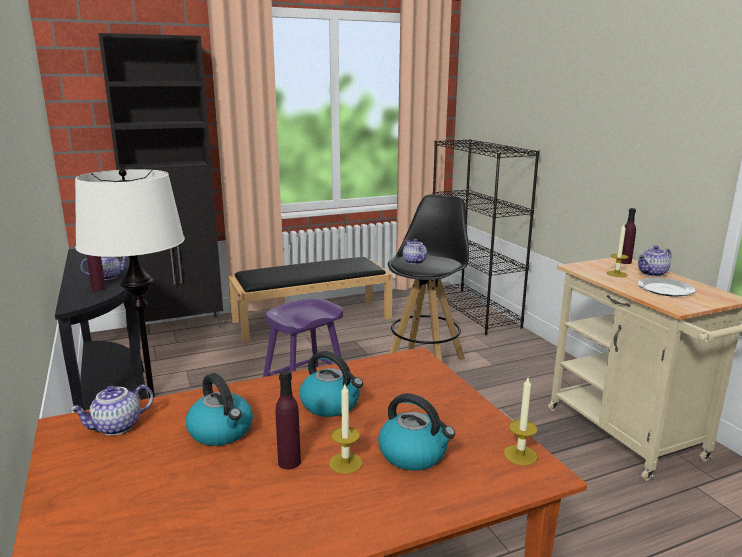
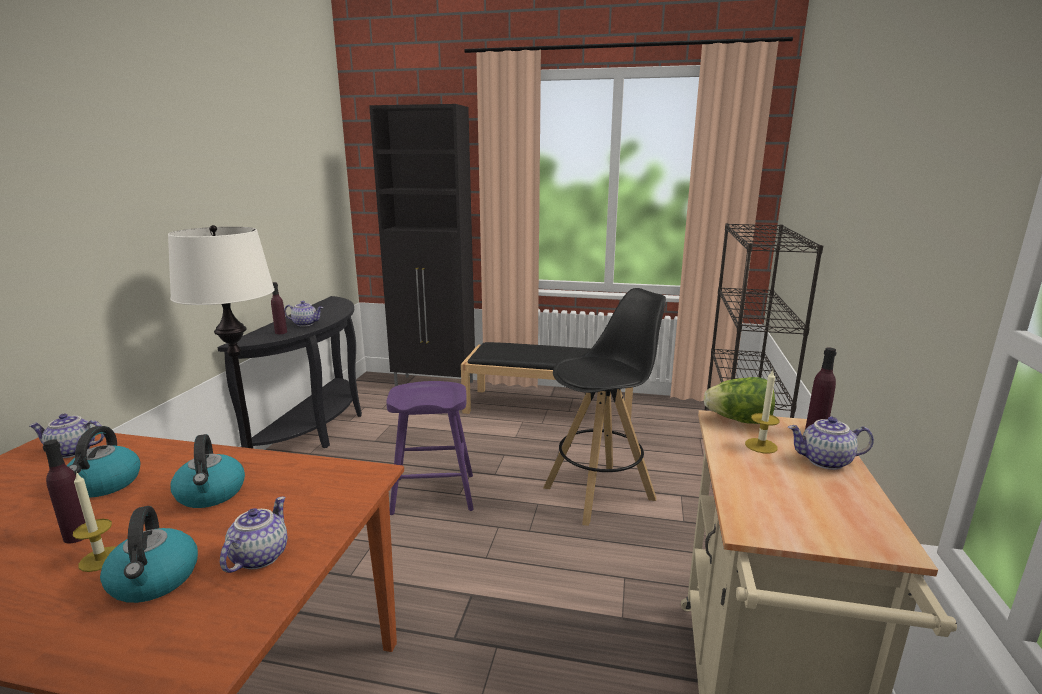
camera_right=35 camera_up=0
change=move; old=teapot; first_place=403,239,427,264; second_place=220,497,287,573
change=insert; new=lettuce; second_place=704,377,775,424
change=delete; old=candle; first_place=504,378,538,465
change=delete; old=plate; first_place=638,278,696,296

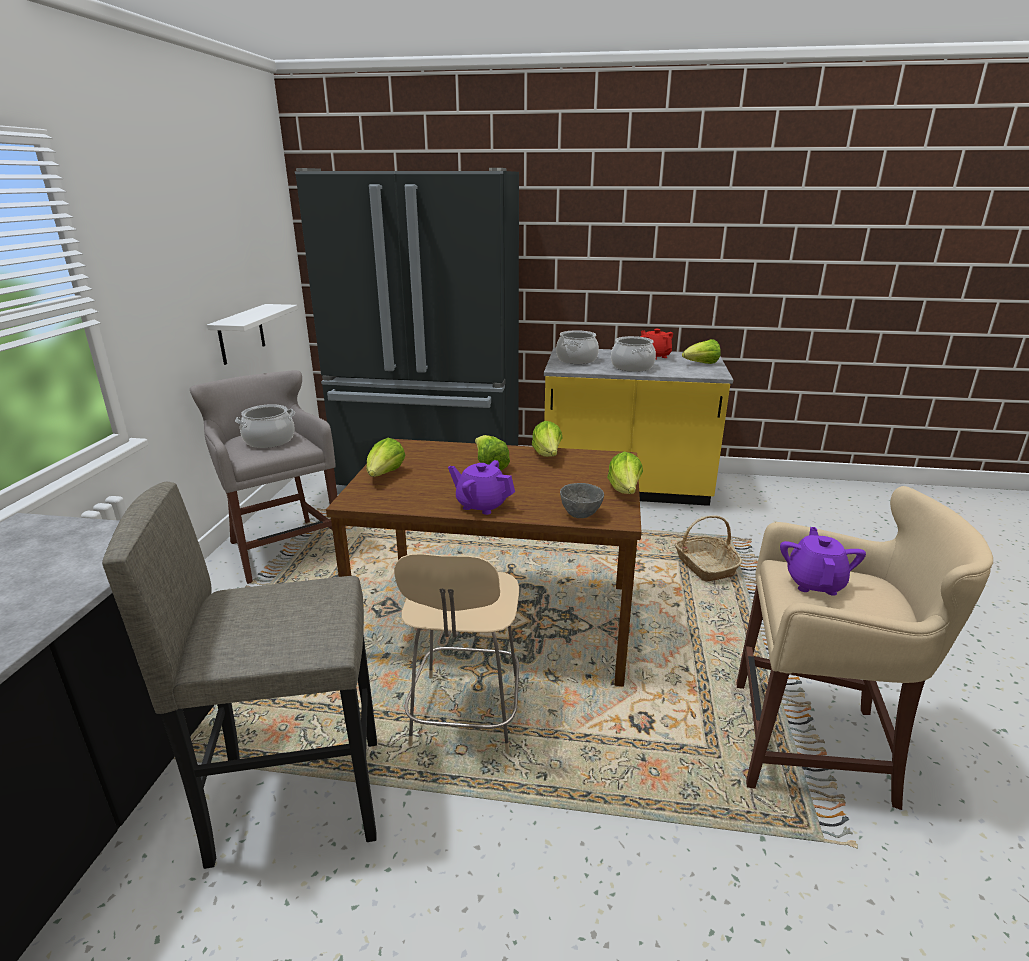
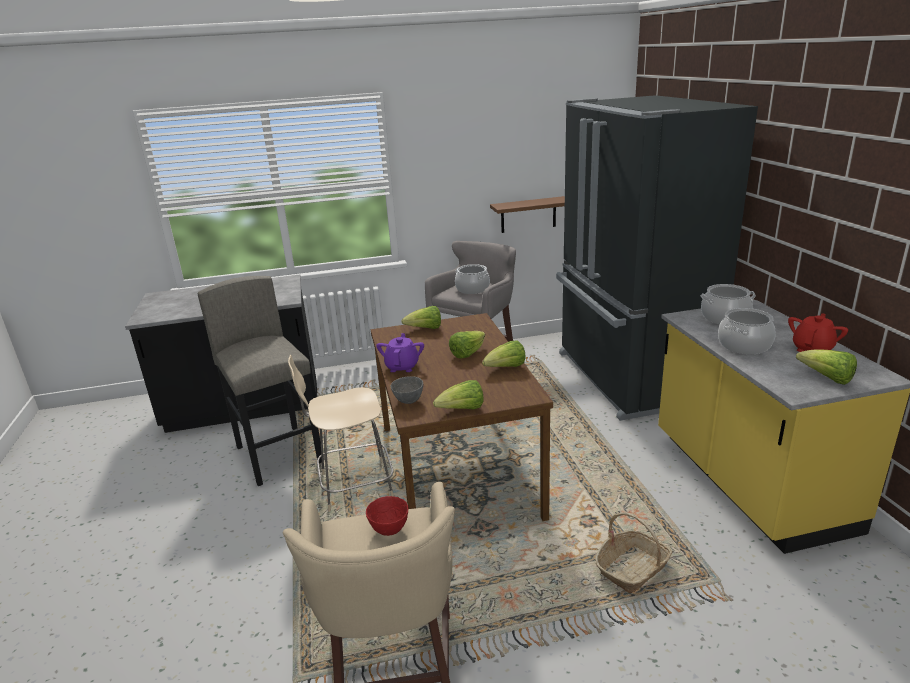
camera_right=70 camera_up=0
change=replace; old=teapot (purple); new=bowl (red); first_place=780,527,866,596; second_place=366,496,408,536
change=recolor; old=shelf (white); new=shelf (brown); first_place=207,304,298,365; second_place=490,196,565,233

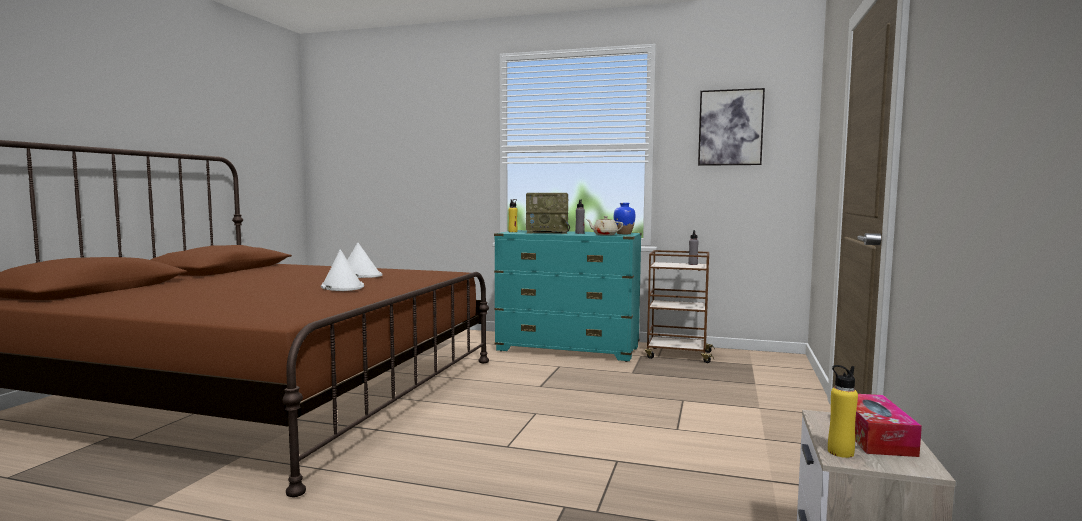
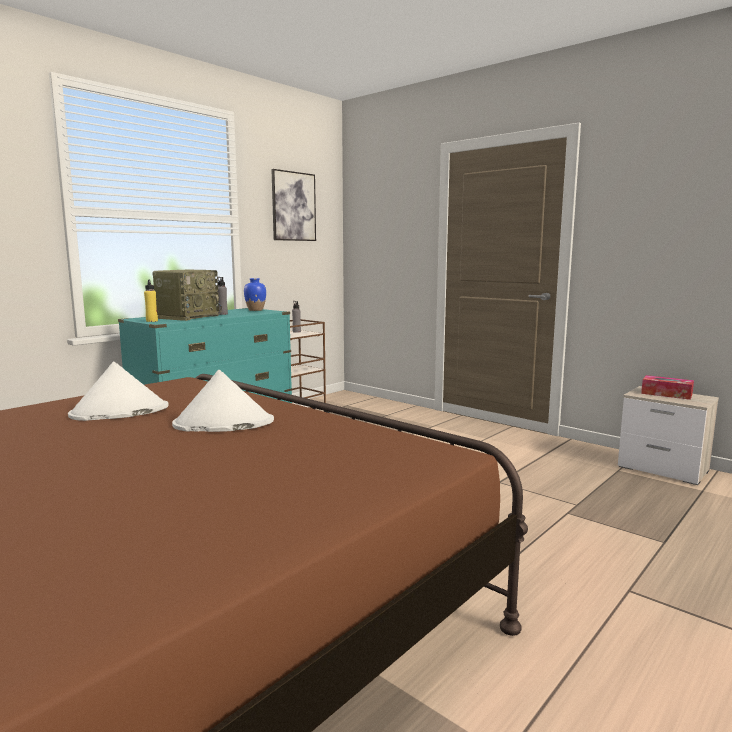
camera_right=-65 camera_up=5
change=delete; old=teapot (beige); first_place=586,216,623,235
change=delete; old=bottle (yellow); first_place=828,365,858,458

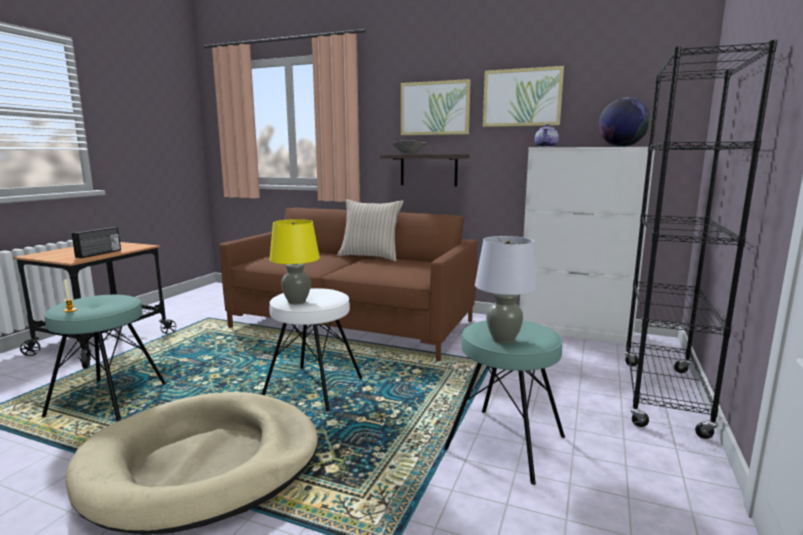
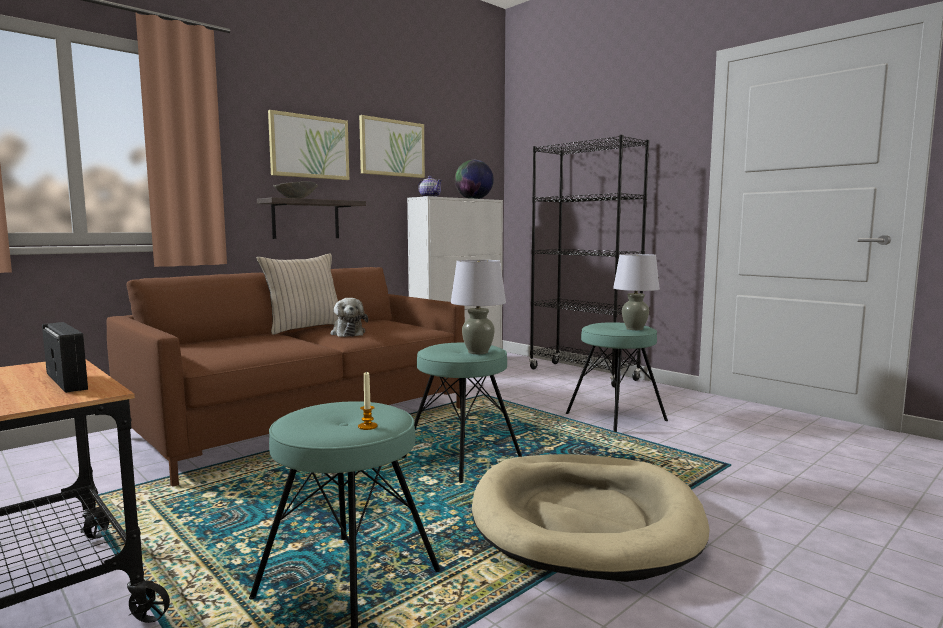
camera_right=-65 camera_up=-5
change=insert; new=plush toy; second_place=330,298,368,337
change=recolor; old=stool (white); new=stool (turquoise); first_place=262,288,362,412; second_place=402,343,522,483
change=recolor; old=table lamp (yellow); new=table lamp (grey); first_place=269,219,320,304; second_place=451,260,506,354

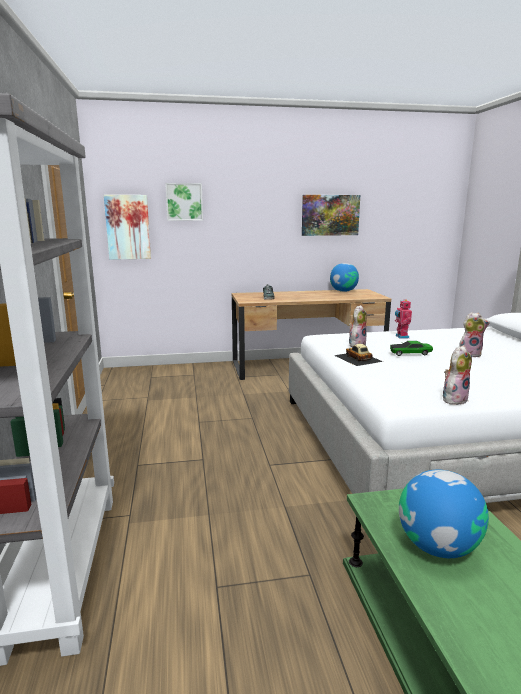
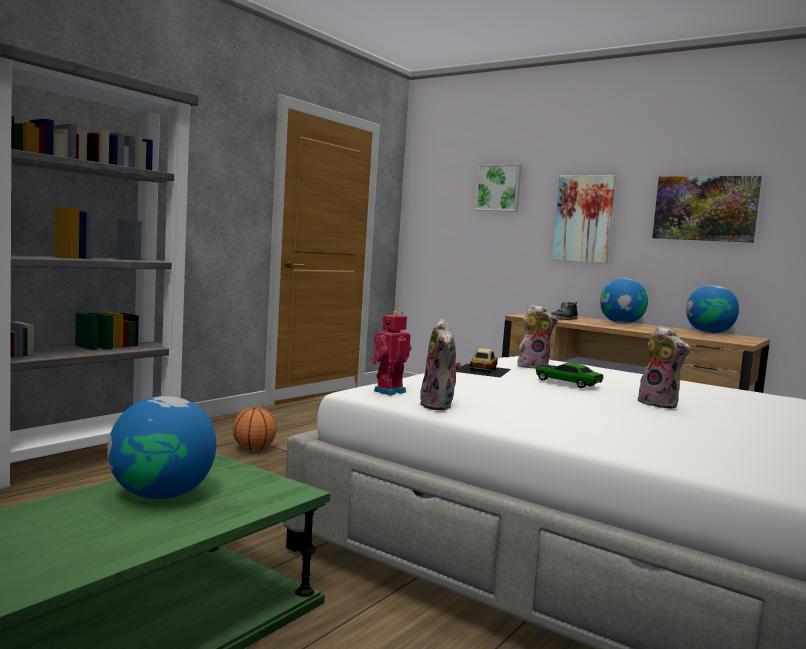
camera_right=45 camera_up=-10
change=insert; new=basketball; second_place=233,407,277,451
change=move; old=toy robot; first_place=395,299,412,339; second_place=370,311,411,395
change=rotate; old=plush toy; first_place=443,345,472,405; second_place=420,319,462,411; degrees=75
change=move; old=picture; first_place=104,195,151,260; second_place=552,175,616,264
change=insert; new=globe; second_place=600,279,648,323

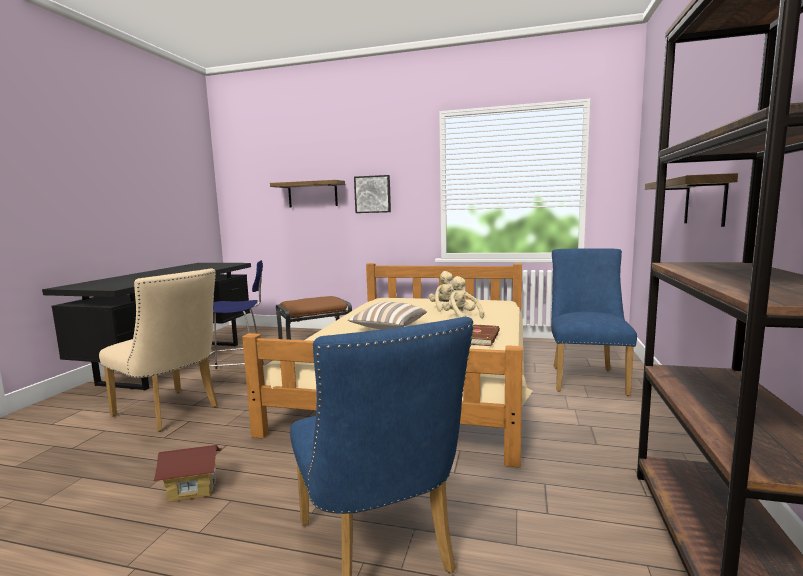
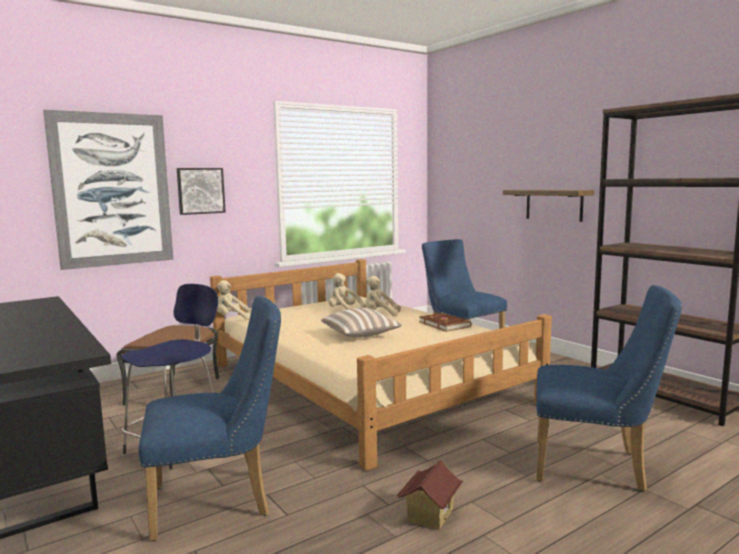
camera_right=-50 camera_up=0
change=replace; old=shelf; new=picture; first_place=270,180,345,207; second_place=43,110,173,270
change=recolor; old=chair (beige); new=chair (blue); first_place=99,268,218,432; second_place=138,296,281,541
change=insert; new=plush toy (beige); second_place=216,280,252,320

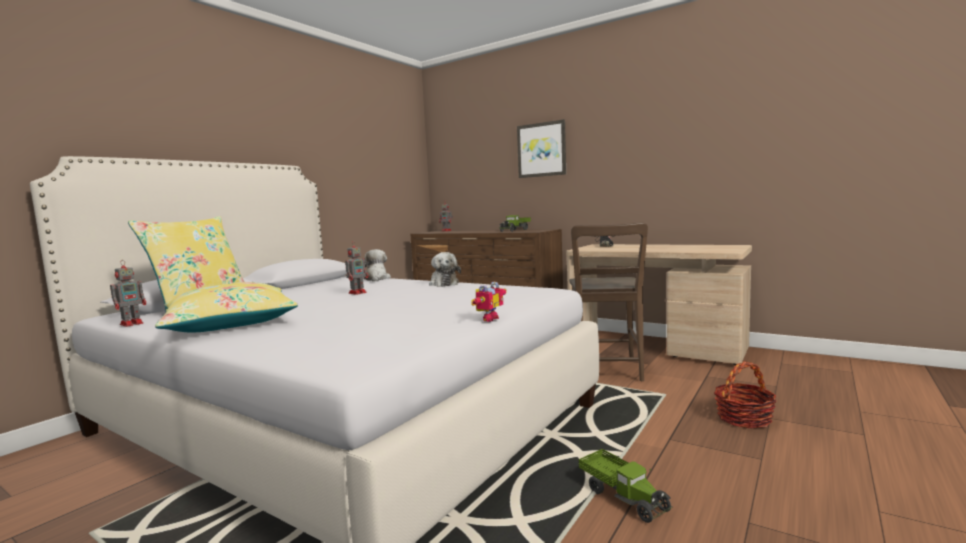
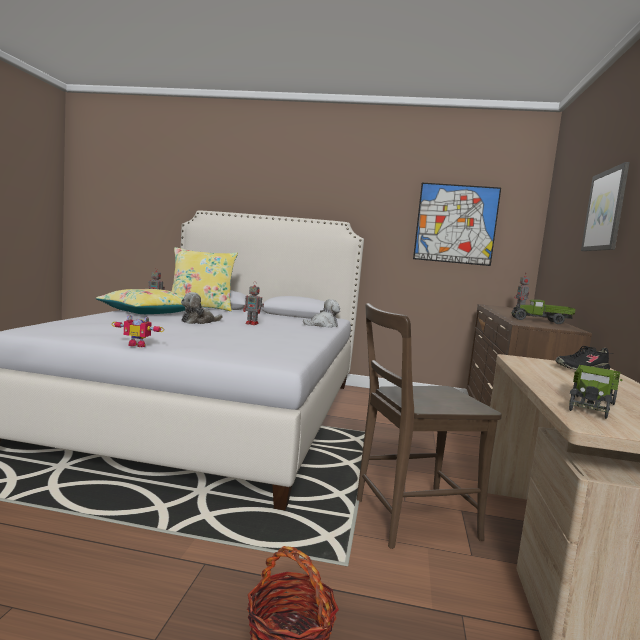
camera_right=65 camera_up=0
change=move; old=plush toy; first_place=429,252,461,287; second_place=181,292,222,324
change=insert; new=picture; second_place=413,183,501,266
change=move; old=toy truck; first_place=579,449,672,523; second_place=569,365,623,419

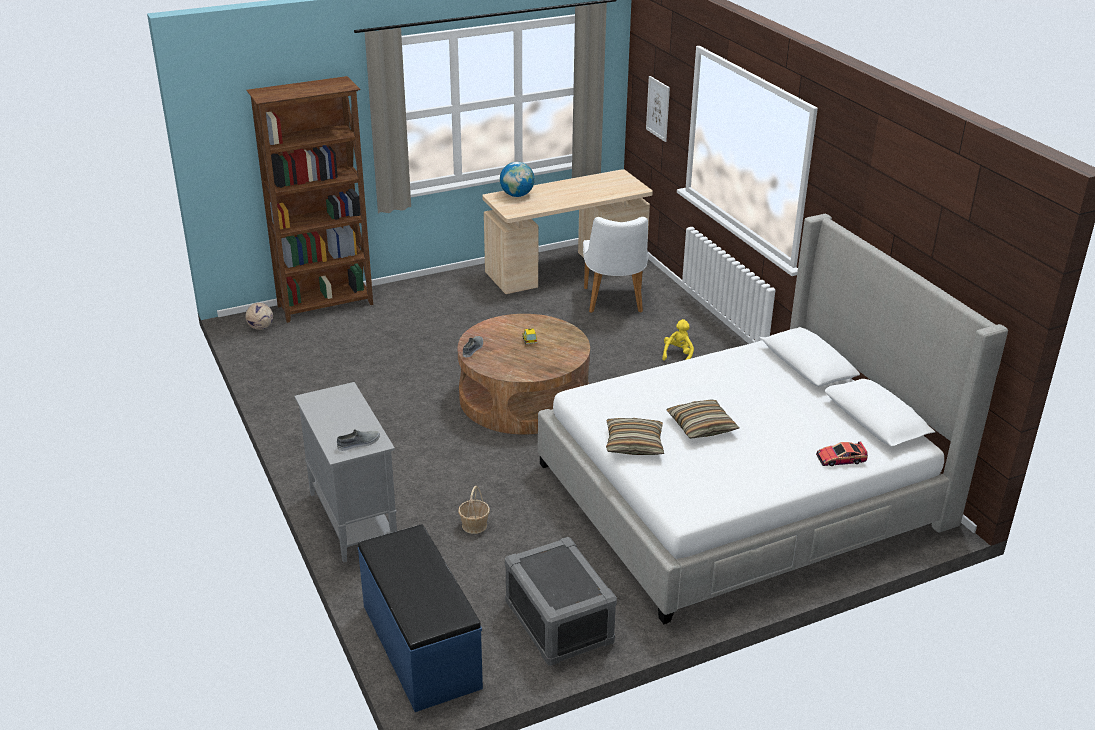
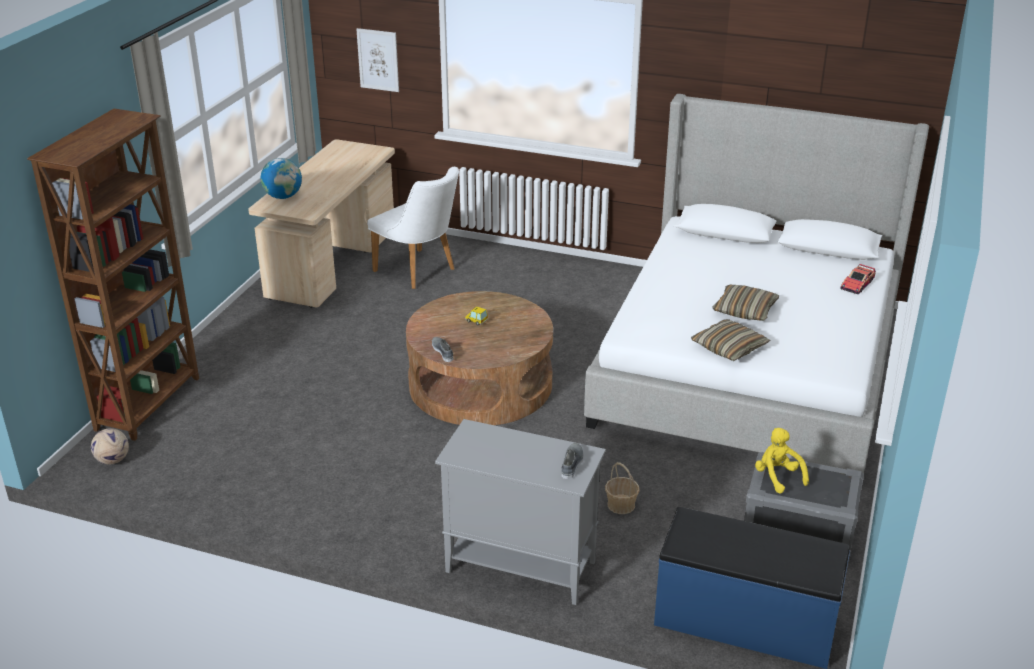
camera_right=-45 camera_up=0
change=move; old=plush toy (yellow); first_place=662,319,694,360; second_place=755,428,809,494

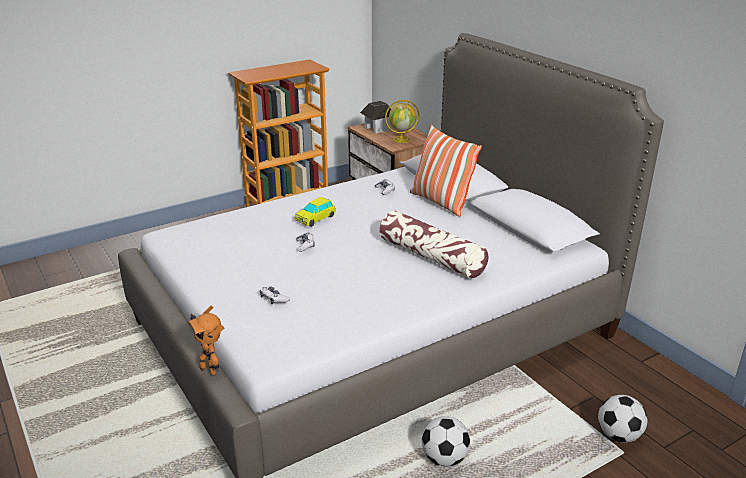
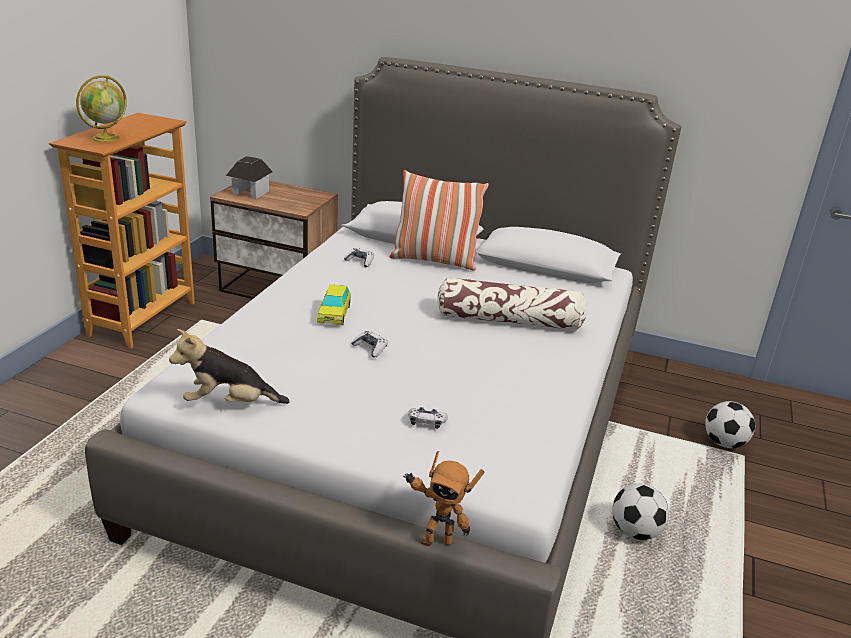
camera_right=-40 camera_up=0
change=move; old=globe; first_place=385,100,419,143; second_place=76,75,127,142
change=insert; new=plush toy; second_place=169,329,290,404

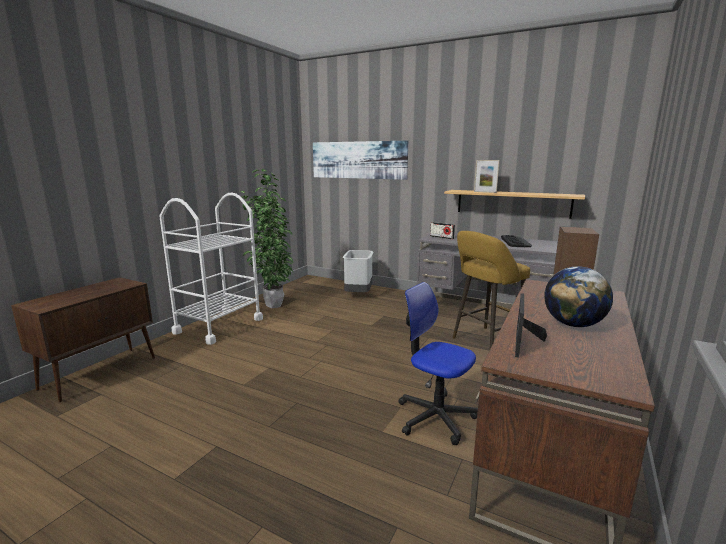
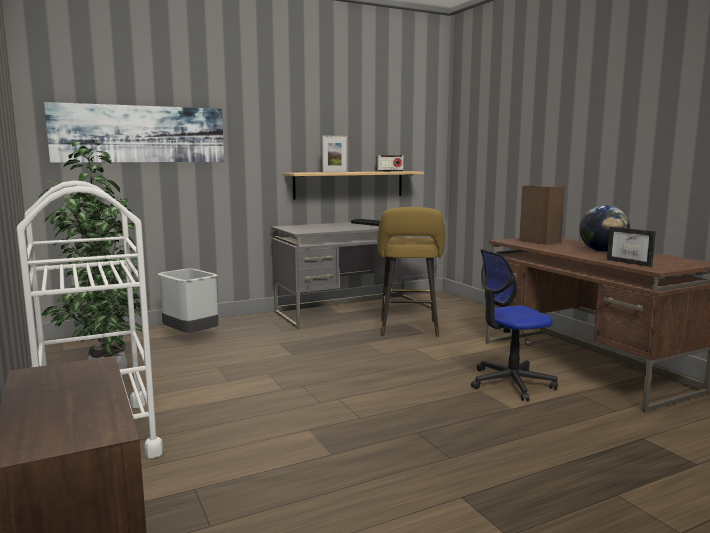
camera_right=-55 camera_up=-5
change=move; old=radio; first_place=430,222,455,239; second_place=376,156,404,172

